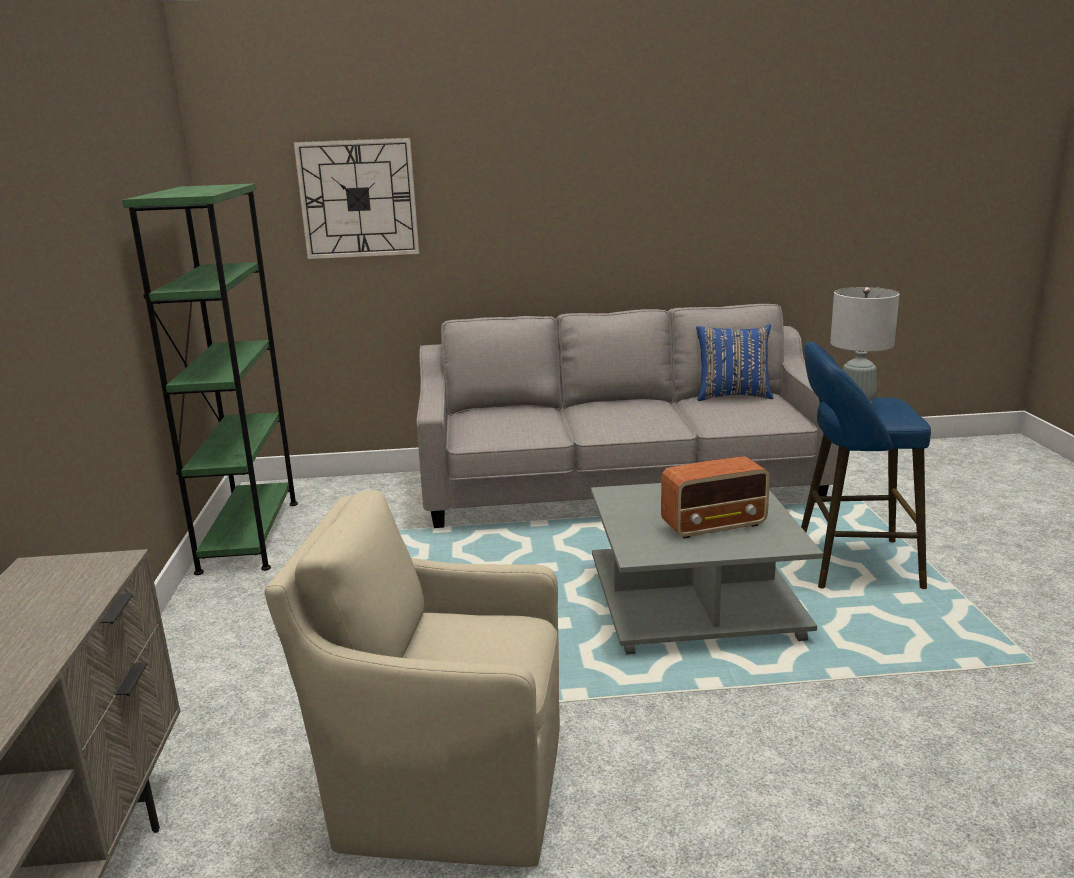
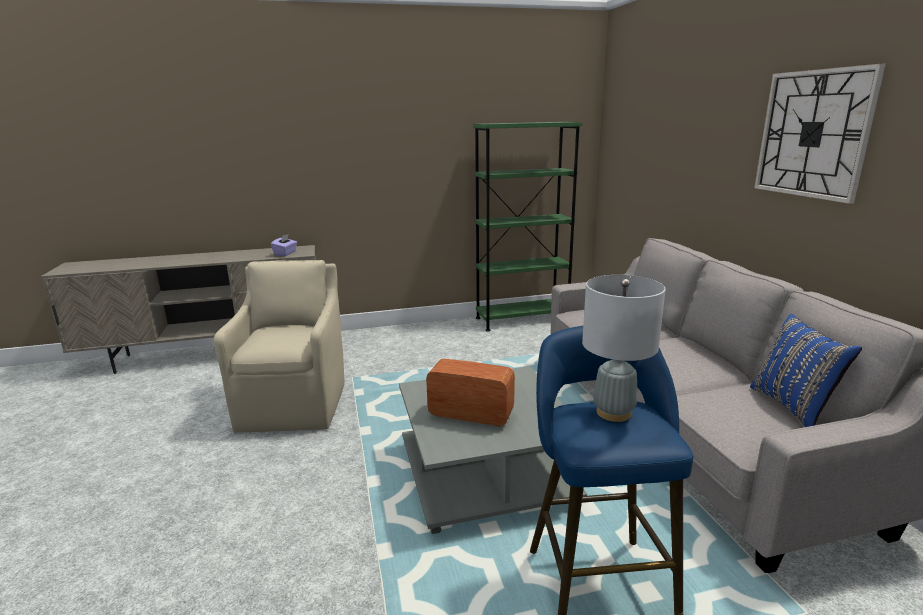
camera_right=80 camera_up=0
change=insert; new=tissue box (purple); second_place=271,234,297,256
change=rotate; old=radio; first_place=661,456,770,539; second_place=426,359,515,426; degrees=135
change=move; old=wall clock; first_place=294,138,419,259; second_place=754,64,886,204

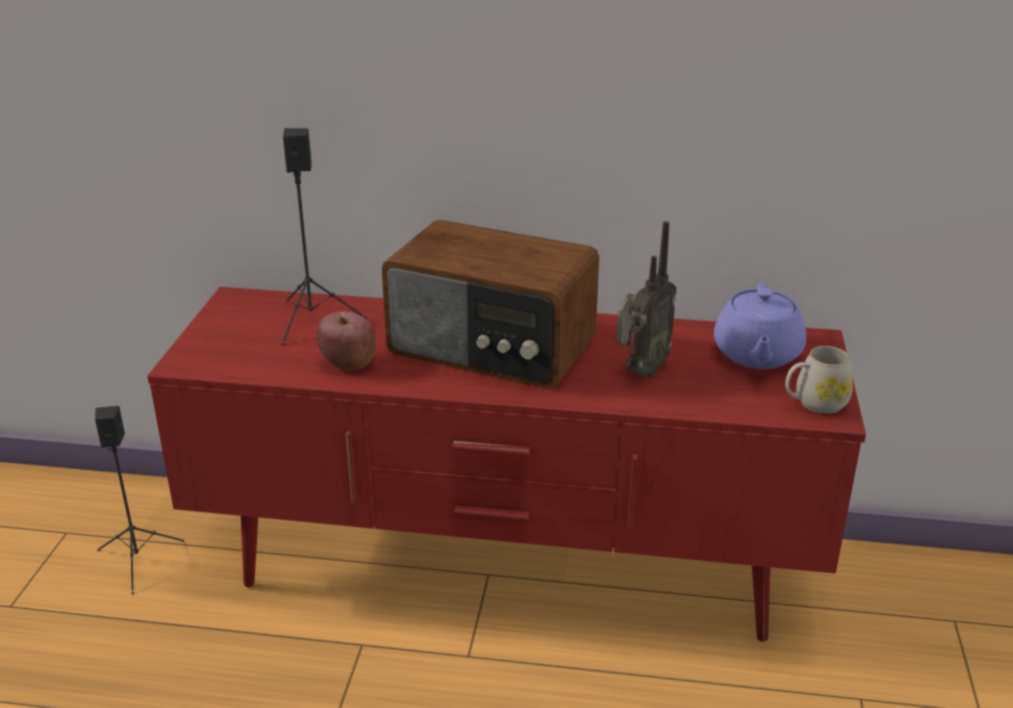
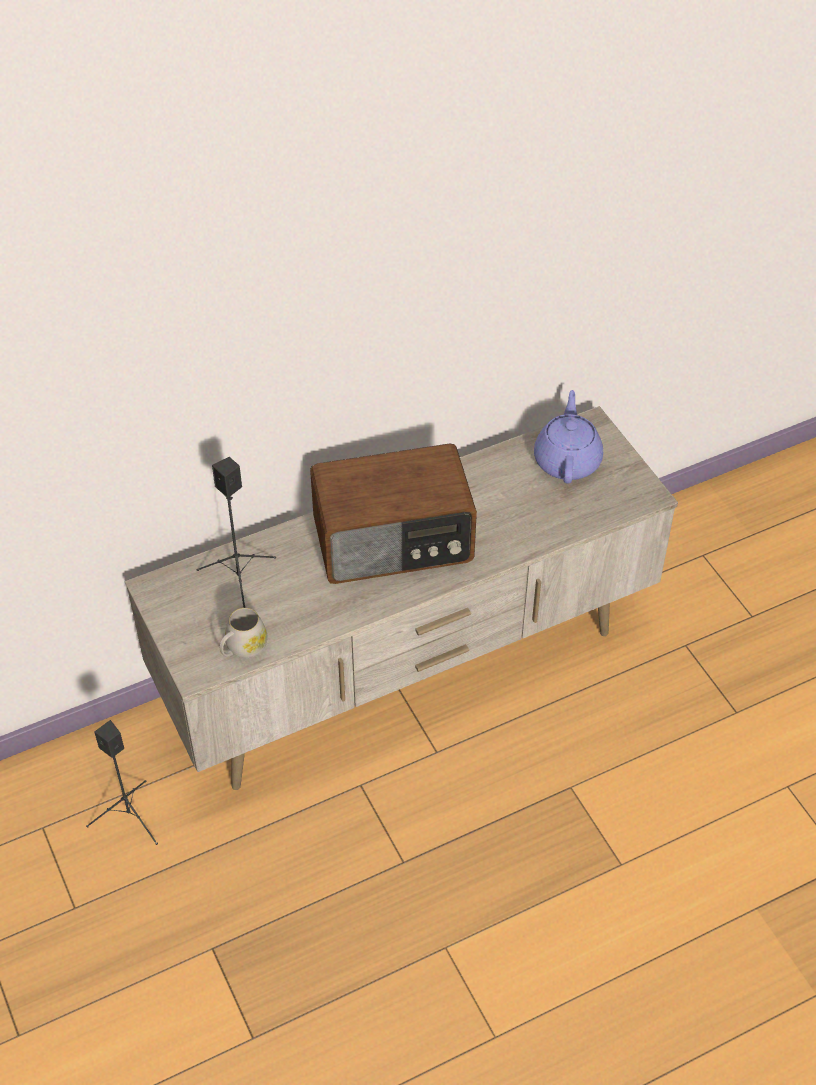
camera_right=-35 camera_up=20
change=recolor; old=tv stand (red); new=tv stand (beige); first_place=147,287,866,642; second_place=125,406,678,790
change=move; old=mug (white); first_place=785,346,853,414; second_place=220,608,267,658
change=rotate; old=teapot (purple); first_place=714,283,806,369; second_place=534,390,603,484; degrees=-150
change=delete; old=apple; first_place=317,311,376,371
change=delete; old=radio; first_place=617,221,677,377

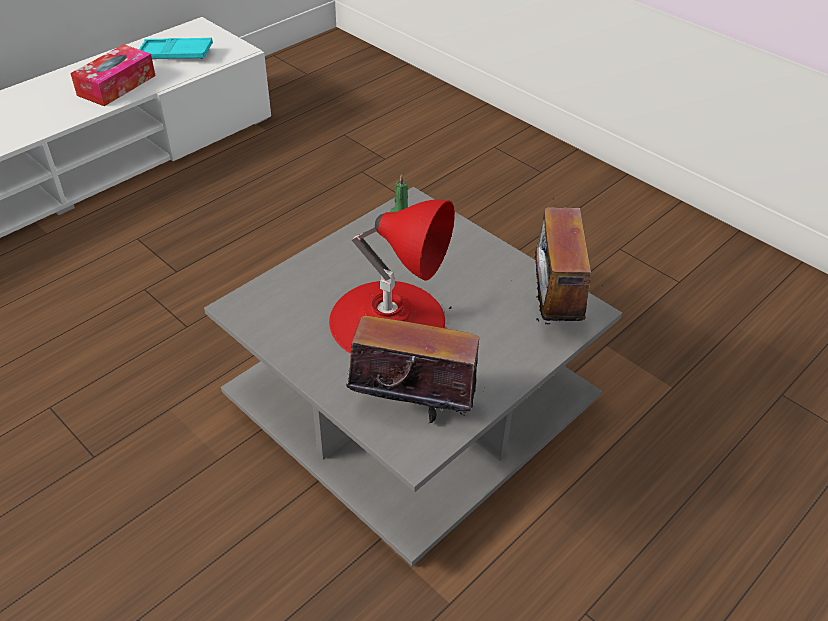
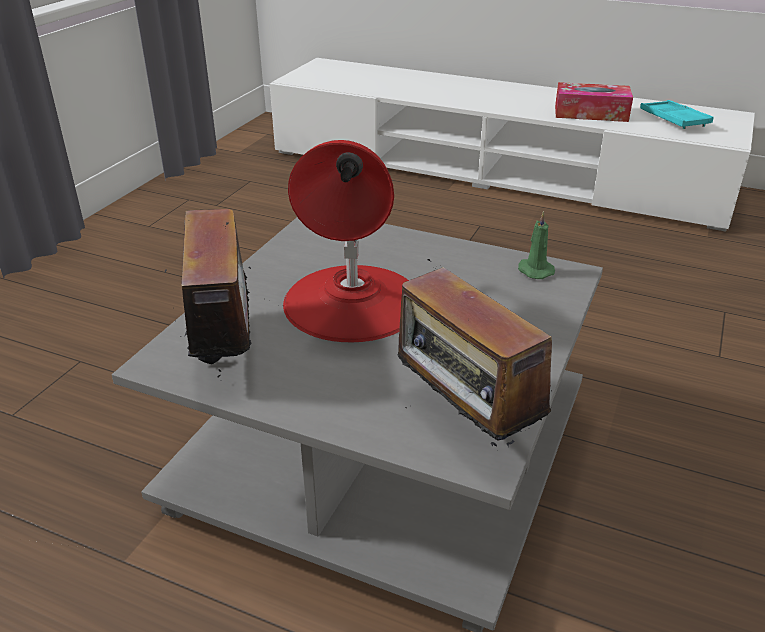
camera_right=70 camera_up=-10
change=rotate; old=radio; first_place=511,198,591,325; second_place=397,259,552,451; degrees=-105

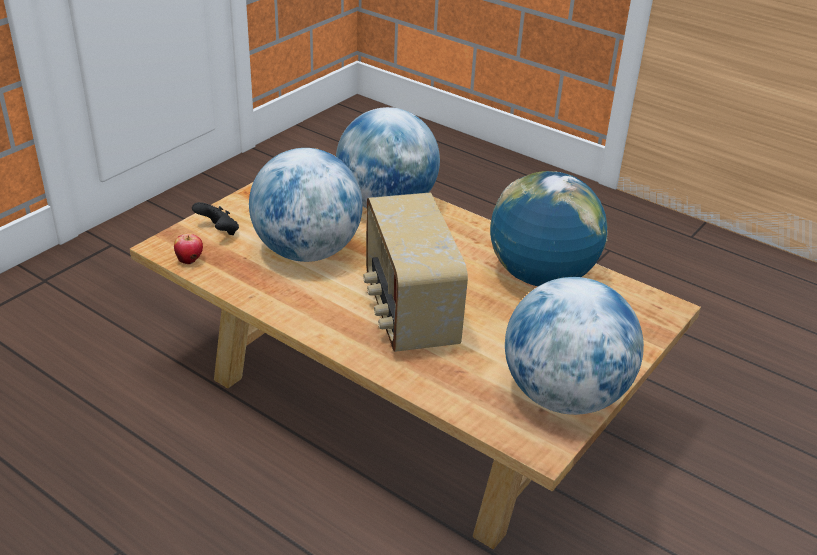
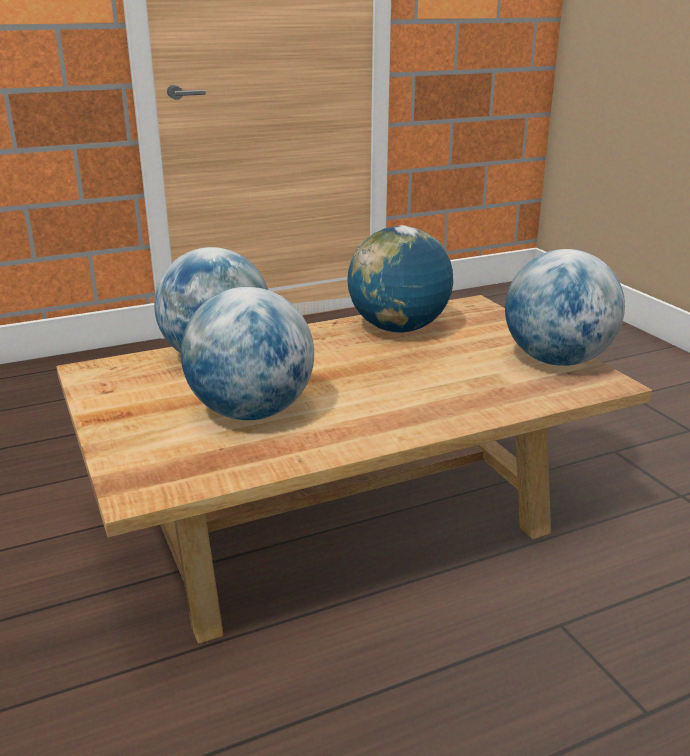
camera_right=-60 camera_up=-10
change=delete; old=apple; first_place=174,233,203,264
change=delete; old=game controller (black); first_place=192,202,239,235
change=delete; old=radio; first_place=363,192,468,352

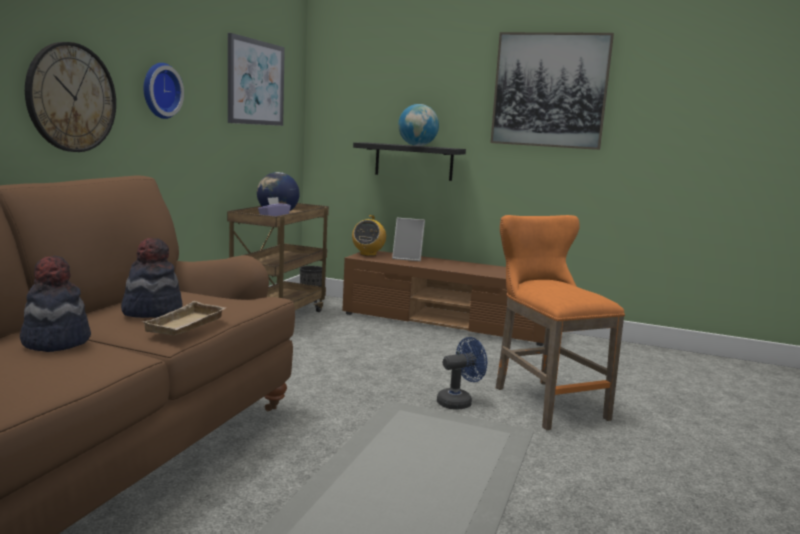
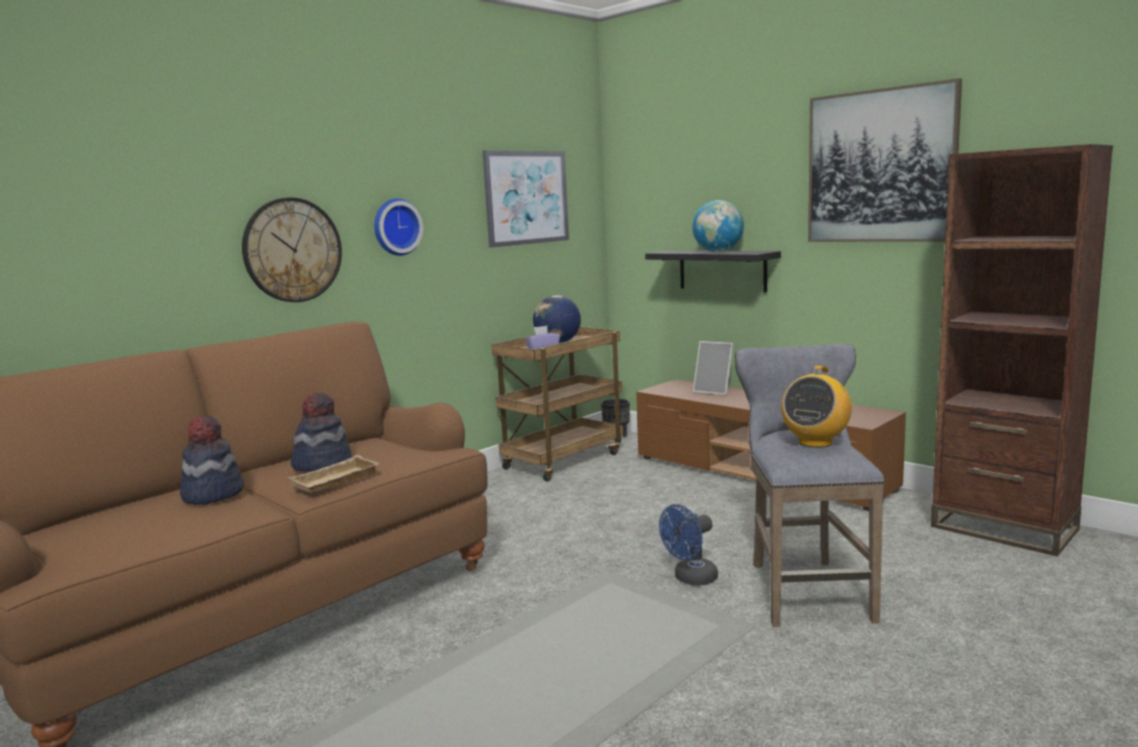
camera_right=25 camera_up=0
change=rotate; old=fan (blue); first_place=437,337,487,410; second_place=659,504,718,585; degrees=150
change=recolor; old=stool (orange); new=stool (grey); first_place=496,215,625,430; second_place=735,344,885,627
change=move; old=radio; first_place=352,215,386,256; second_place=781,366,852,448
change=insert; new=bookcase (brown); second_place=931,144,1113,556

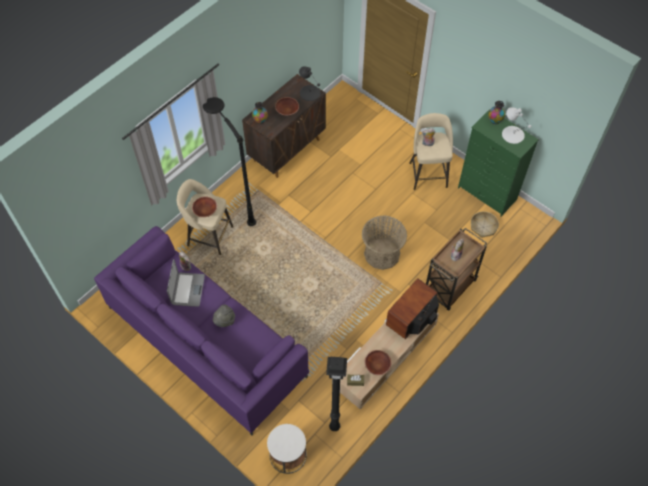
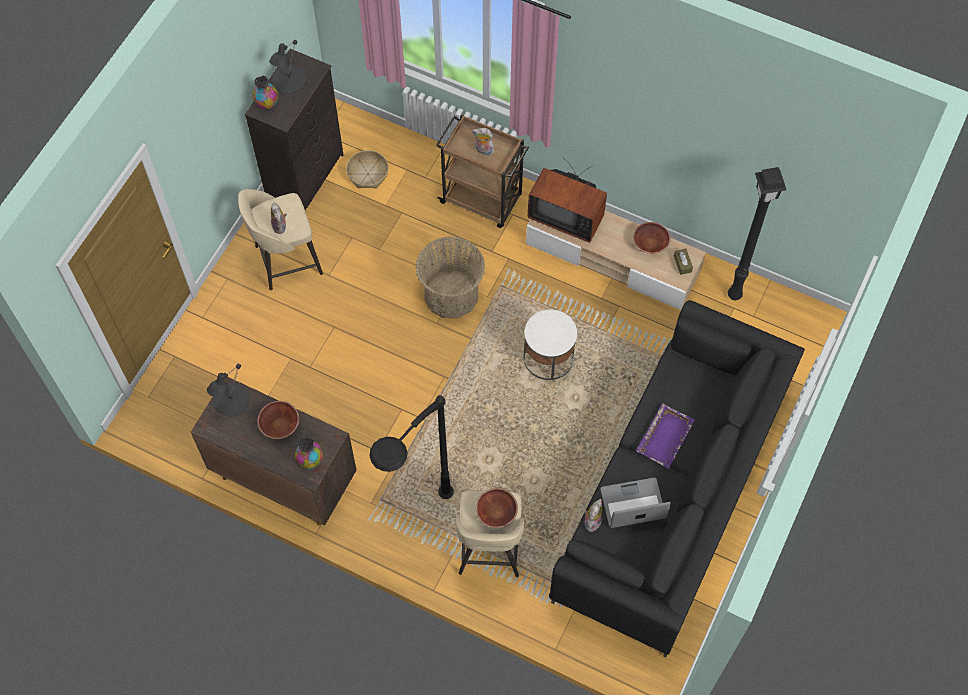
camera_right=-105 camera_up=5
change=recolor; old=dresser (green); new=dresser (black); first_place=458,109,539,217; second_place=245,49,343,210
change=recolor; old=table lamp (white); new=table lamp (black); first_place=502,108,531,144; second_place=269,40,307,93
change=move; old=side table (white); first_place=267,424,307,474; second_place=524,309,577,380
change=recolor; old=sofa (purple); new=sofa (black); first_place=94,226,309,436; second_place=549,300,805,657
change=replace; old=hat (grey); new=tray (purple); first_place=213,305,235,327; second_place=636,403,695,469

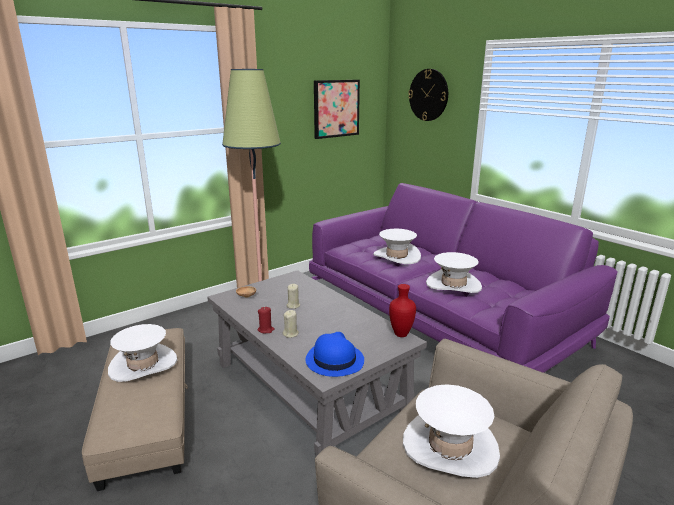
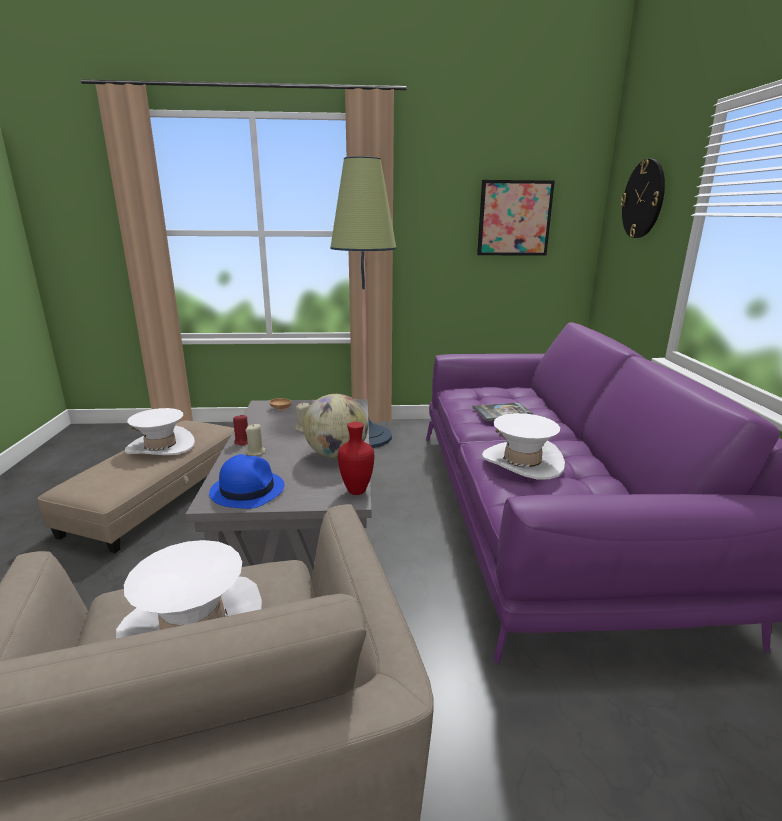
camera_right=35 camera_up=0
change=insert; new=globe; second_place=303,394,368,458
change=replace; old=hat (white); new=book; first_place=373,229,421,264; second_place=472,403,535,421

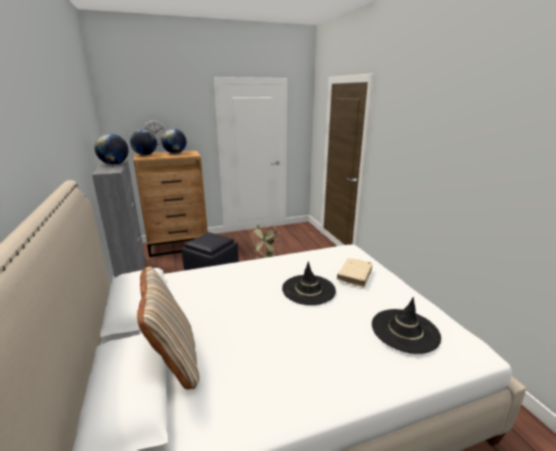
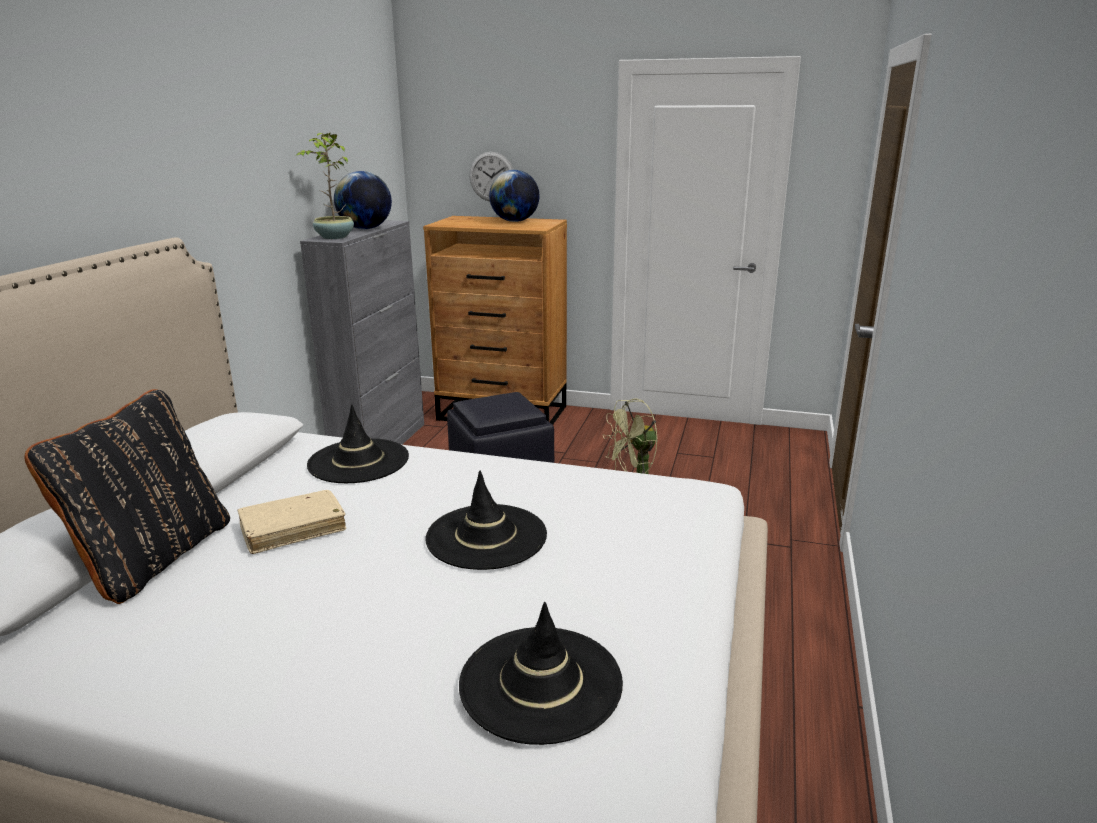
camera_right=35 camera_up=0
change=recolor; old=pillow (beige); new=pillow (black); first_place=137,267,200,390; second_place=24,389,230,604
change=move; old=book (beige); first_place=337,258,373,288; second_place=237,490,346,554
change=insert; new=potted plant; second_place=296,133,354,239
change=insert; new=hat (black); second_place=307,404,409,483
change=delete; old=globe; first_place=130,129,157,155

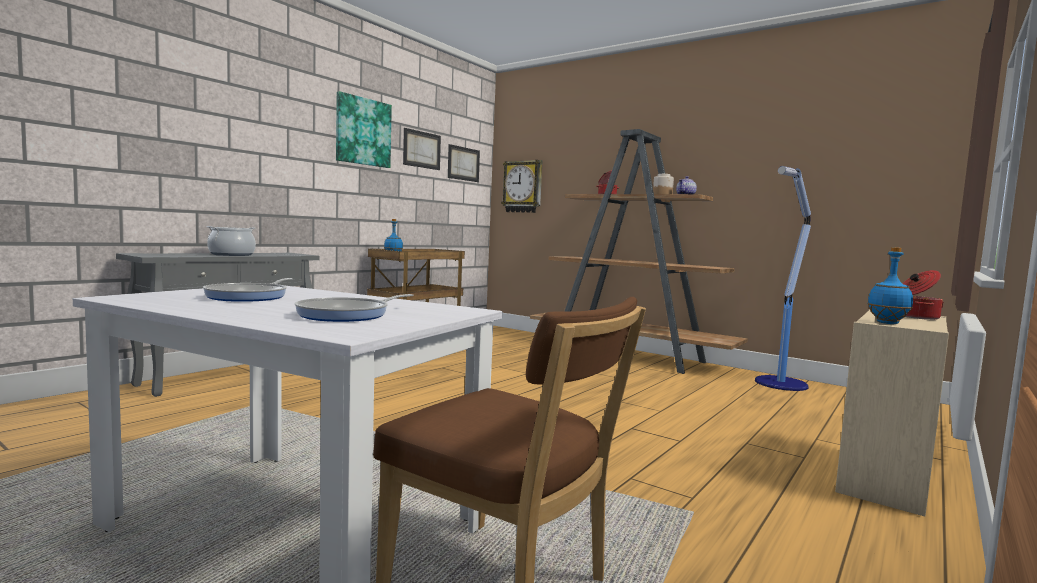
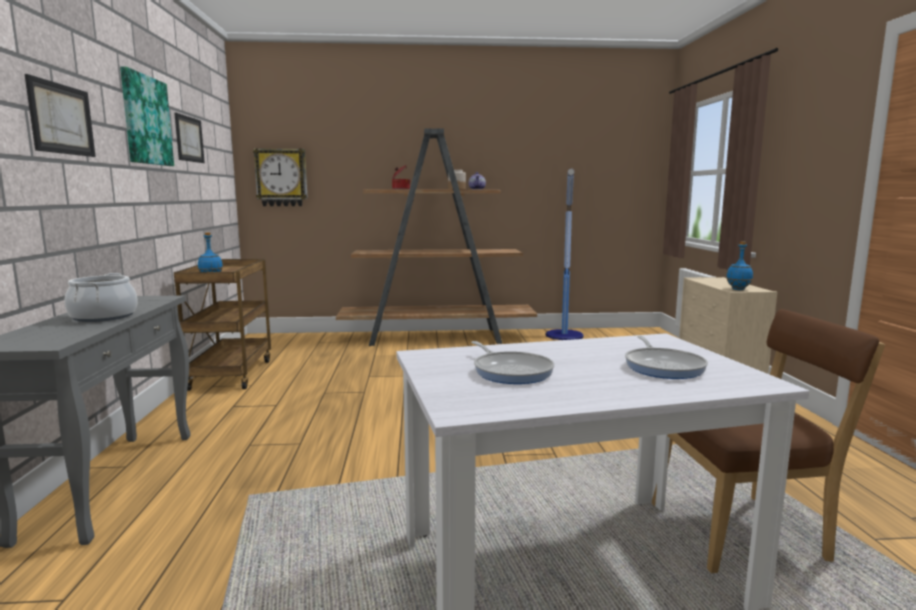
camera_right=-40 camera_up=5
change=move; old=picture; first_place=448,144,480,182; second_place=24,74,96,157
change=delete; old=cooking pot; first_place=902,270,944,320

